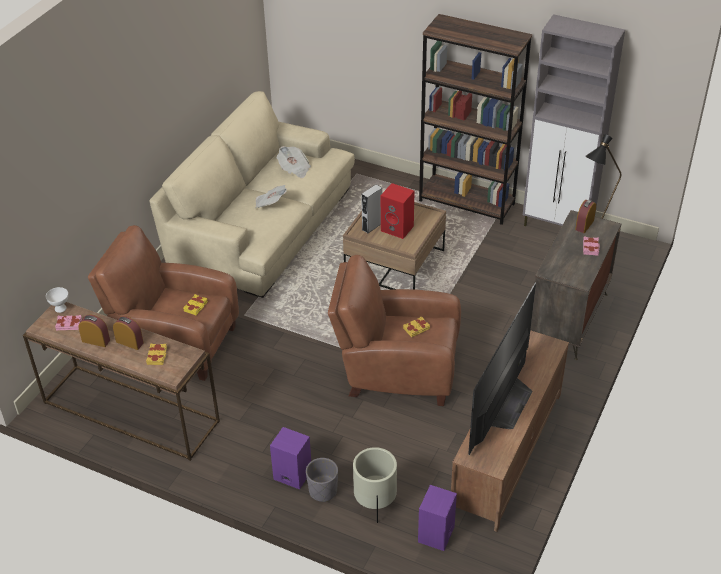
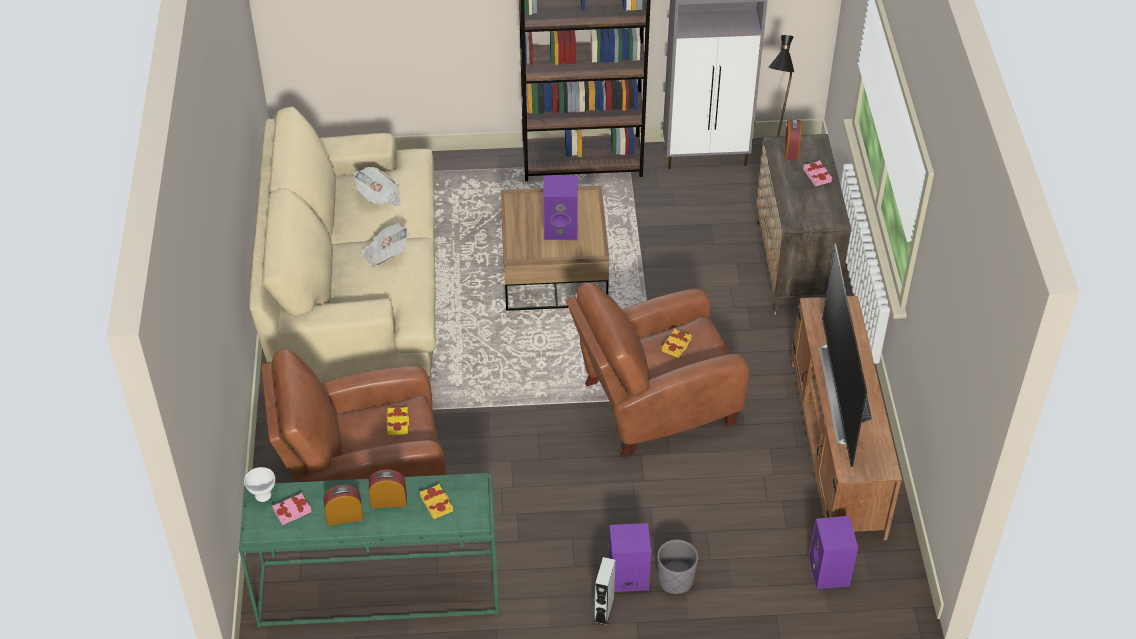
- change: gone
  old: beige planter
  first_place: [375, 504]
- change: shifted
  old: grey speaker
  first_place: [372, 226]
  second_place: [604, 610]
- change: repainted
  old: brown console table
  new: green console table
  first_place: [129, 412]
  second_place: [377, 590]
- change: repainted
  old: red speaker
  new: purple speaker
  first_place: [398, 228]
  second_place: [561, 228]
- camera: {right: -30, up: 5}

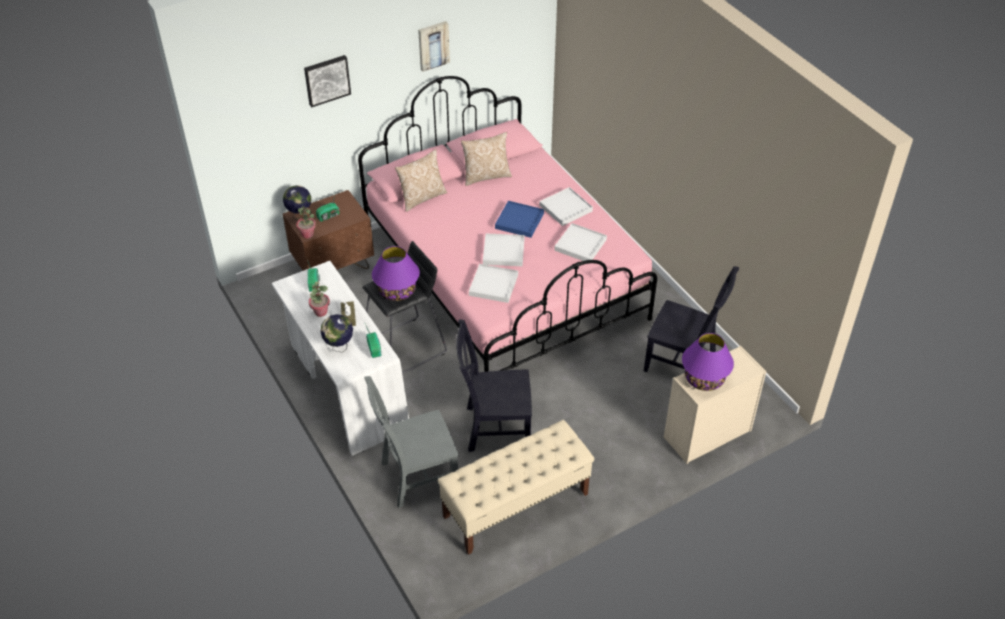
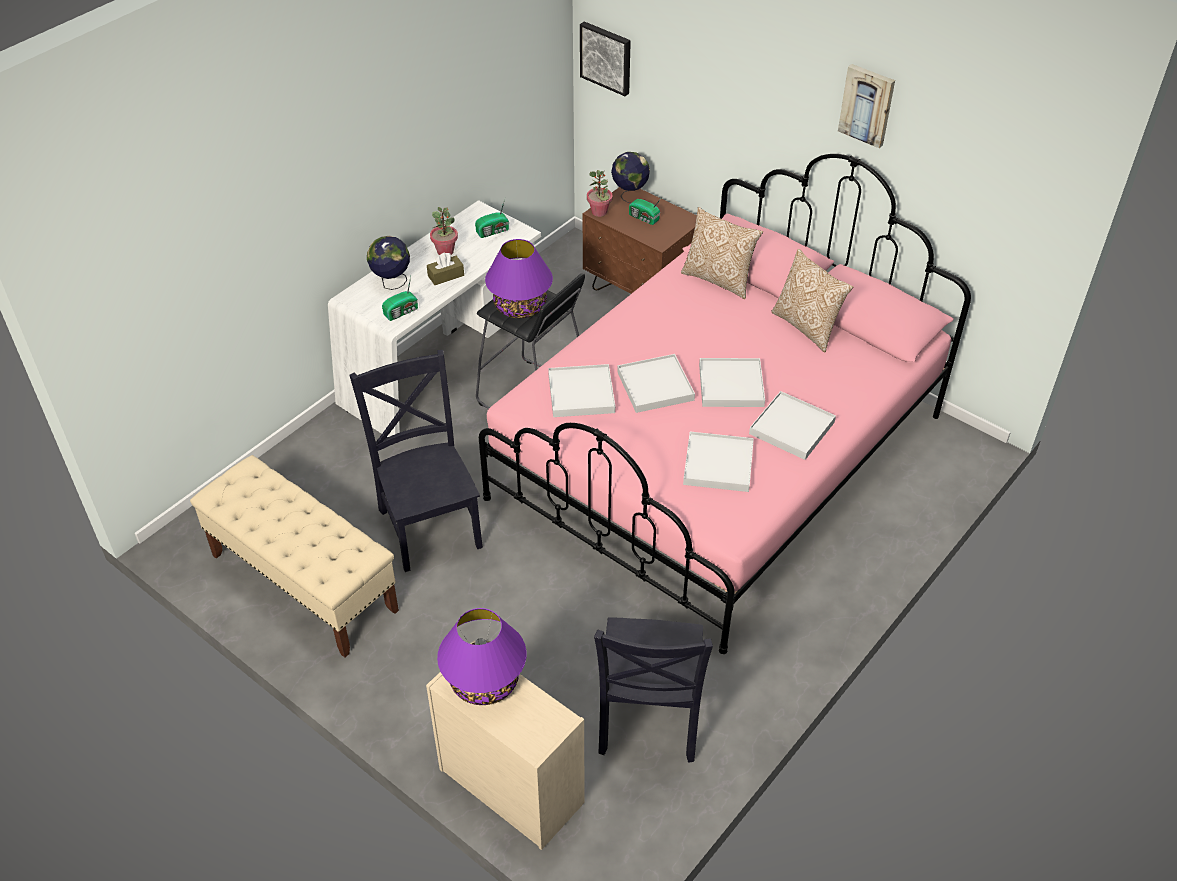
- change: gone
  old: grey chair
  first_place: [416, 476]
- change: shifted
  old: picture
  first_place: [326, 80]
  second_place: [606, 57]
- change: repainted
  old: blue tray
  new: white tray
  first_place: [519, 221]
  second_place: [731, 385]
- camera: {right: 70, up: 0}

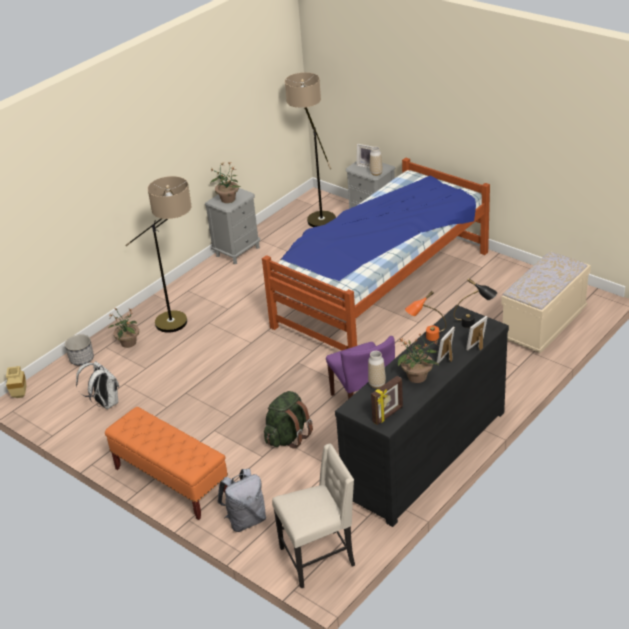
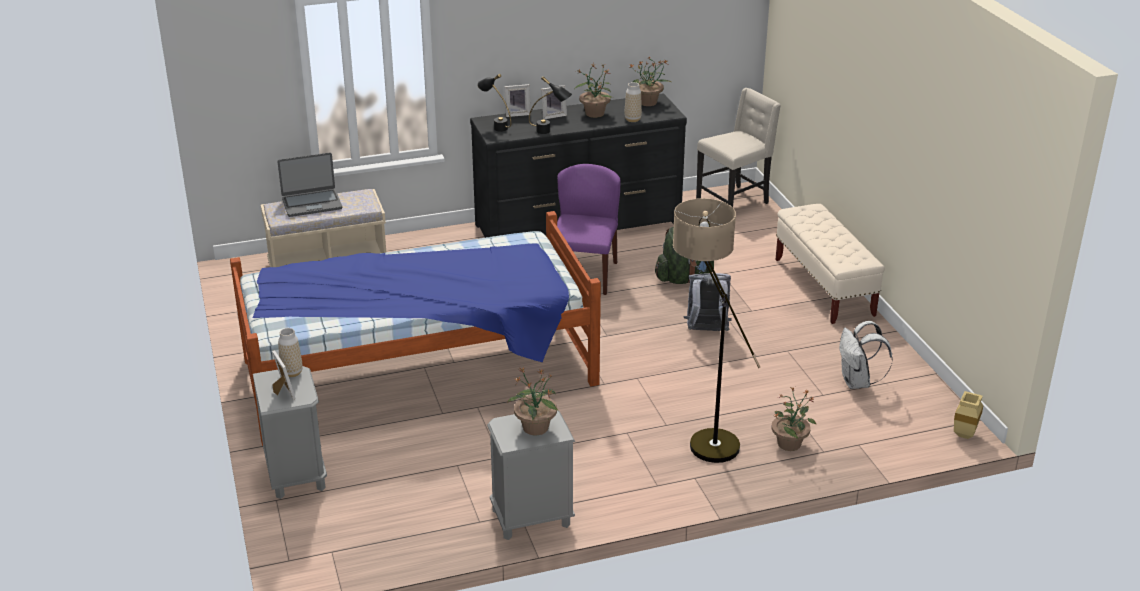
- change: gone
  old: planter
  first_place: [81, 359]
- change: gone
  old: floor lamp
  first_place: [317, 215]
- change: new
  new: laptop
  second_place: [312, 203]
- change: shifted
  old: grey backpack
  first_place: [246, 520]
  second_place: [706, 331]
- change: swapped
  old: picture frame
  new: potted plant
  first_place: [388, 415]
  second_place: [648, 102]
- change: repainted
  old: orange bench
  new: beige bench
  first_place: [171, 481]
  second_place: [824, 287]
- change: repainted
  old: orange table lamp
  new: black table lamp
  first_place: [426, 338]
  second_place: [550, 132]
- change: rotated
  old: beige chair
  first_place: [319, 557]
  second_place: [734, 201]
  degrees: 135
- camera: {right: -150, up: -5}

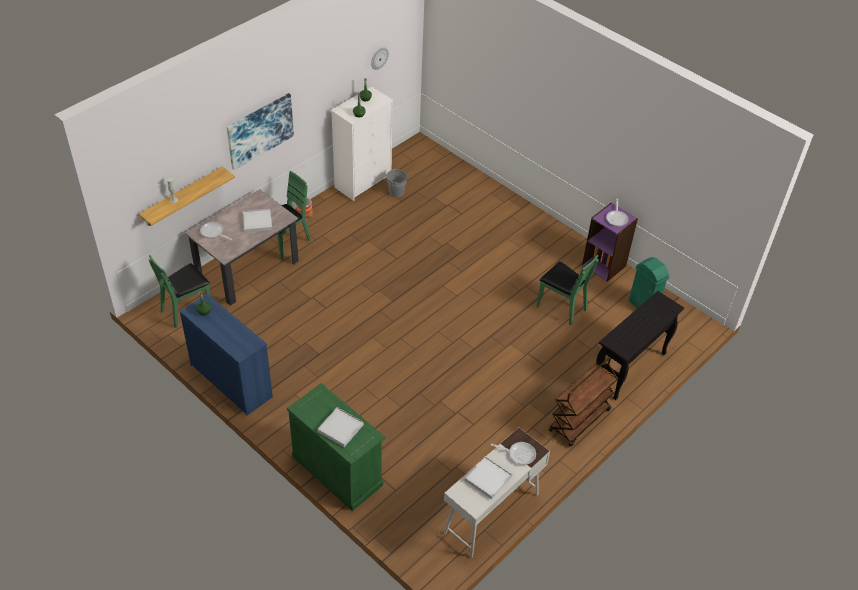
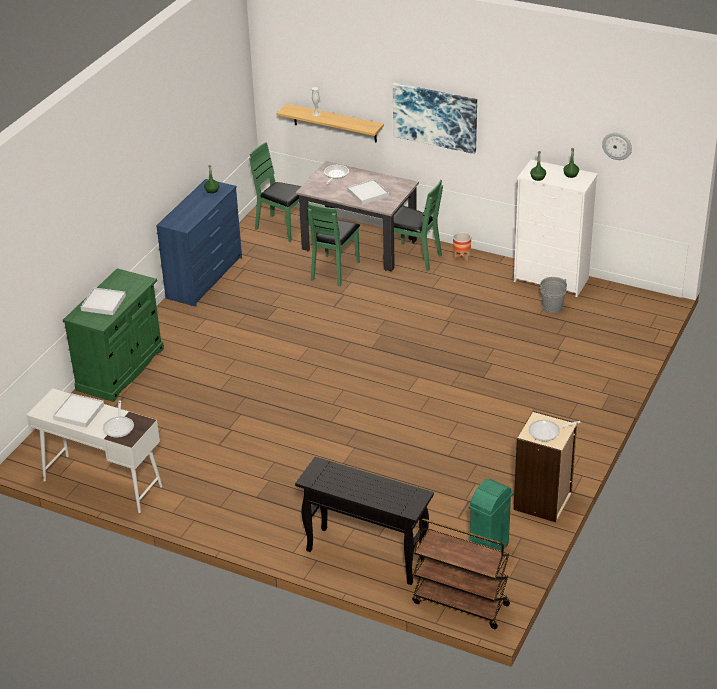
- change: shifted
  old: green chair
  first_place: [561, 307]
  second_place: [334, 270]
- change: shifted
  old: brown cart
  first_place: [579, 421]
  second_place: [459, 604]
- change: repainted
  old: purple bookcase
  new: beige bookcase
  first_place: [604, 265]
  second_place: [543, 501]
- camera: {right: 75, up: -10}

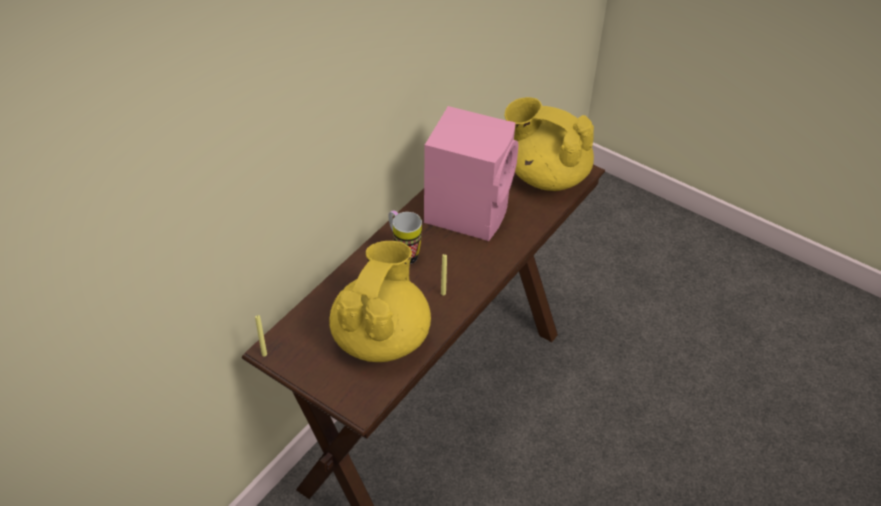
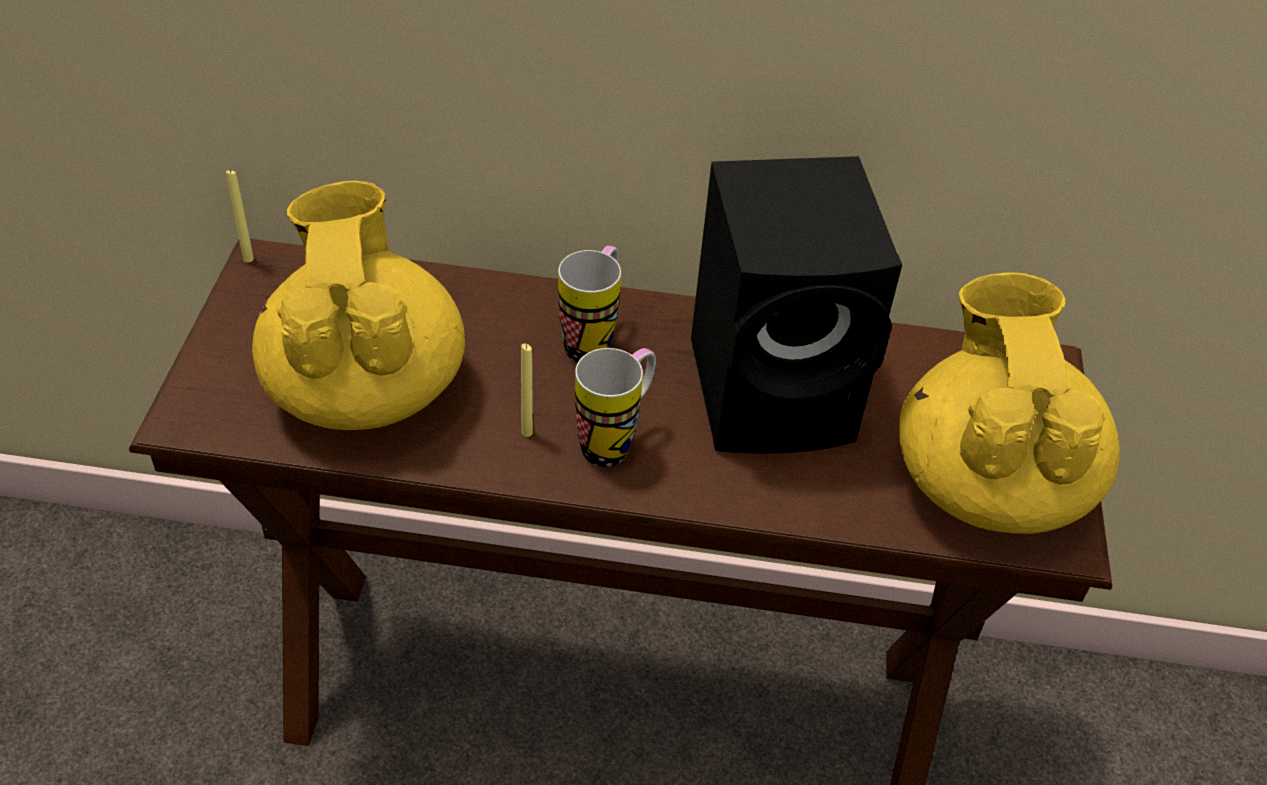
- change: new
  new: mug
  second_place: [616, 441]
- change: repainted
  old: pink speaker
  new: black speaker
  first_place: [468, 210]
  second_place: [778, 392]
- change: rotated
  old: yellow teapot
  first_place: [381, 337]
  second_place: [365, 385]
  degrees: -90
- camera: {right: 60, up: 0}

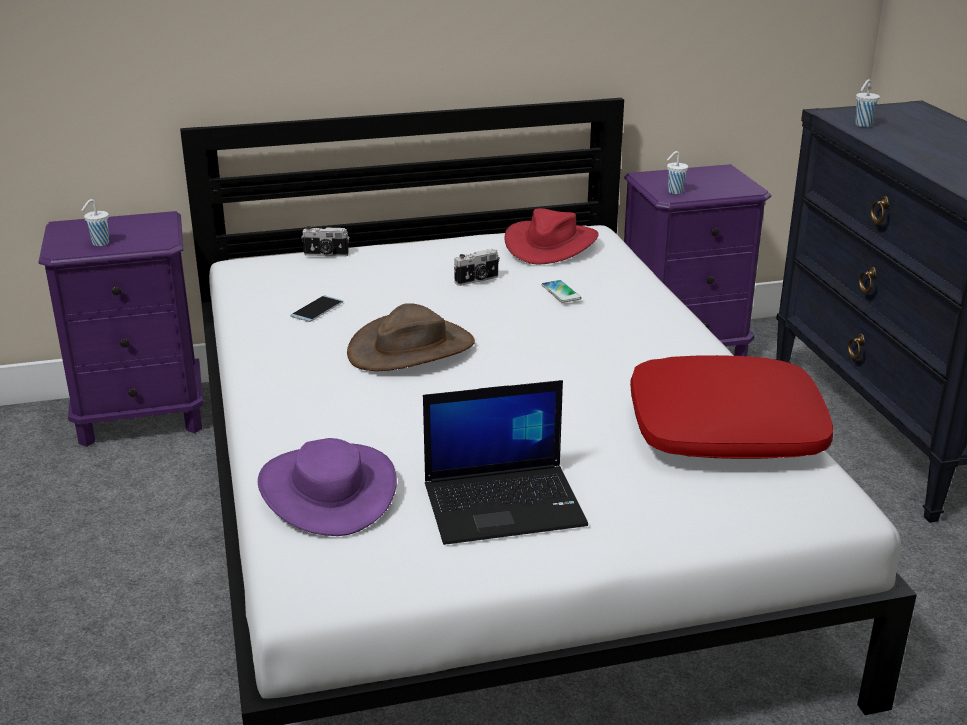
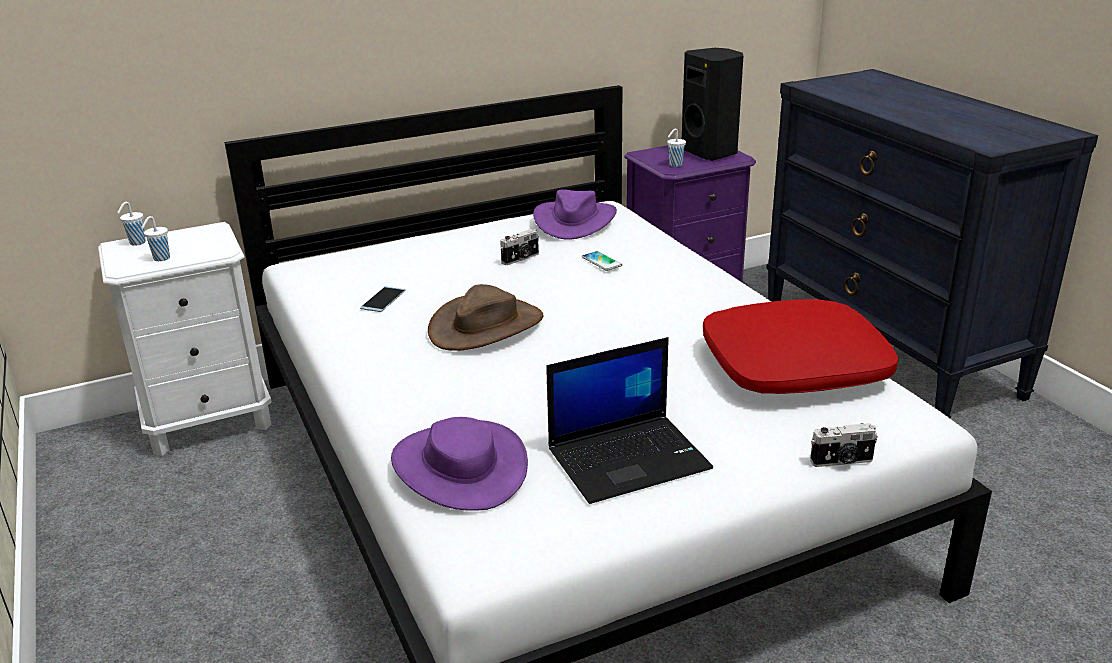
- change: new
  new: black speaker
  second_place: [711, 152]
- change: shifted
  old: photo camera
  first_place: [326, 254]
  second_place: [842, 461]
- change: shifted
  old: white cup
  first_place: [862, 125]
  second_place: [136, 243]
- change: repainted
  old: purple nightstand
  new: white nightstand
  first_place: [141, 417]
  second_place: [208, 421]
- change: repainted
  old: red hat
  new: purple hat
  first_place: [550, 244]
  second_place: [574, 221]
- camera: {right: -10, up: 0}

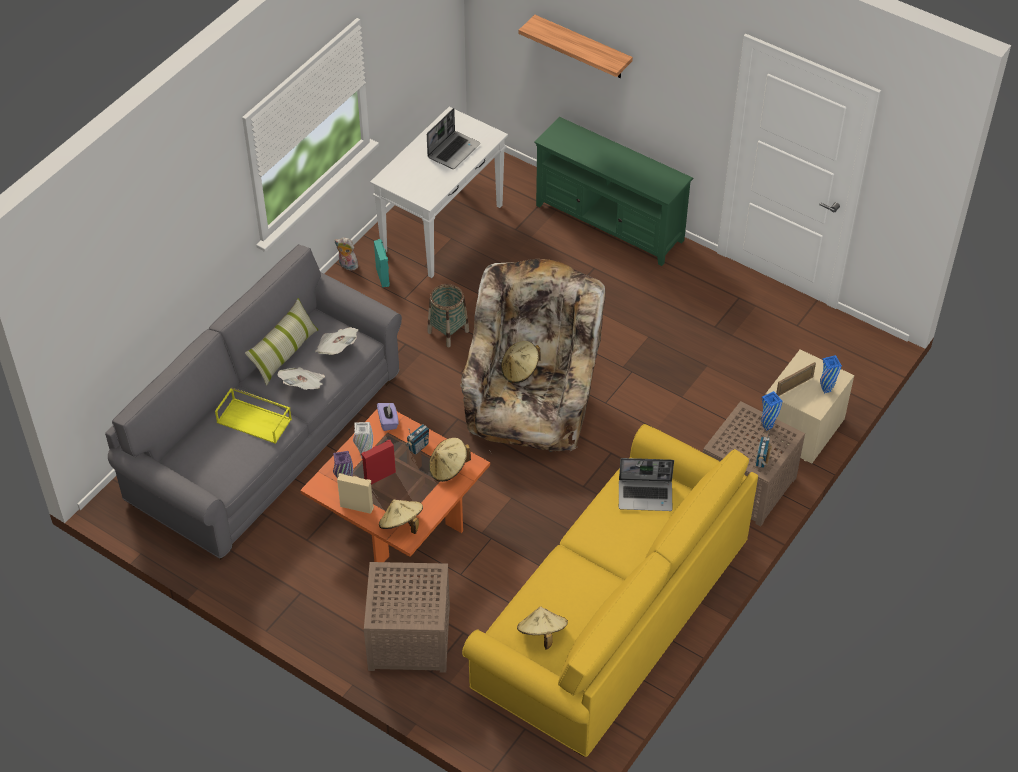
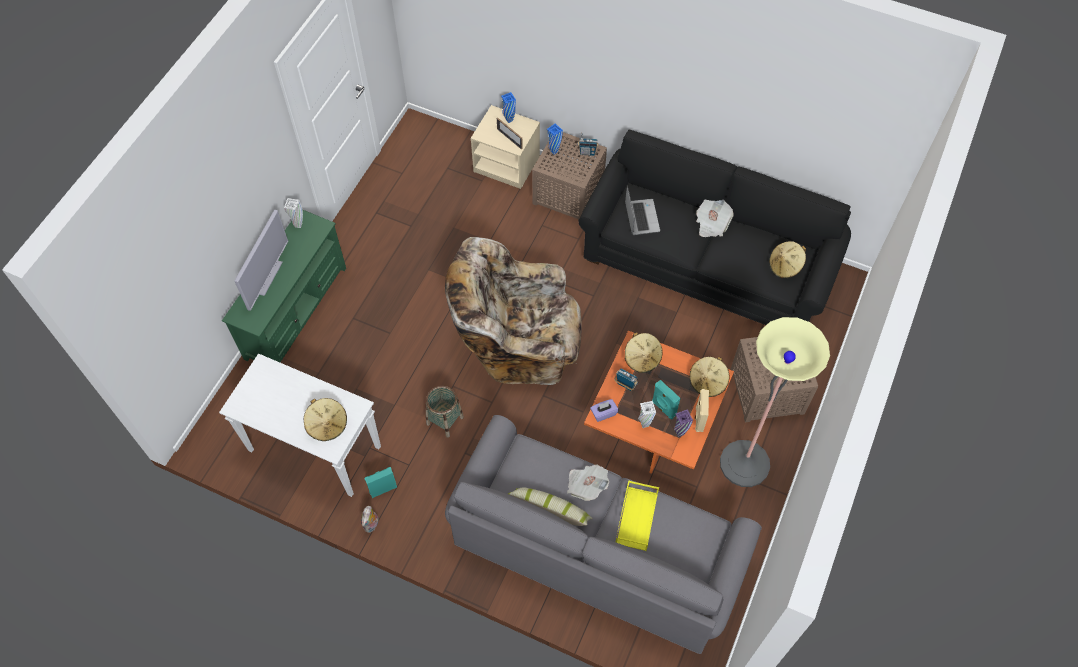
- change: gone
  old: laptop
  first_place: [453, 150]
- change: gone
  old: shelf
  first_place: [582, 48]
- change: new
  new: television
  second_place: [266, 276]
- change: new
  new: white vase
  second_place: [298, 225]
- change: new
  new: floor lamp
  second_place: [744, 464]
- change: shifted
  old: newspaper
  first_place: [337, 348]
  second_place: [711, 224]
- change: shifted
  old: beige hat
  first_place: [520, 371]
  second_place: [327, 425]
- change: repainted
  old: red speaker
  new: turquoise speaker
  first_place: [379, 475]
  second_place: [663, 409]
- change: repainted
  old: yellow sofa
  new: black sofa
  first_place: [612, 616]
  second_place: [707, 262]
- camera: {right: -100, up: 10}

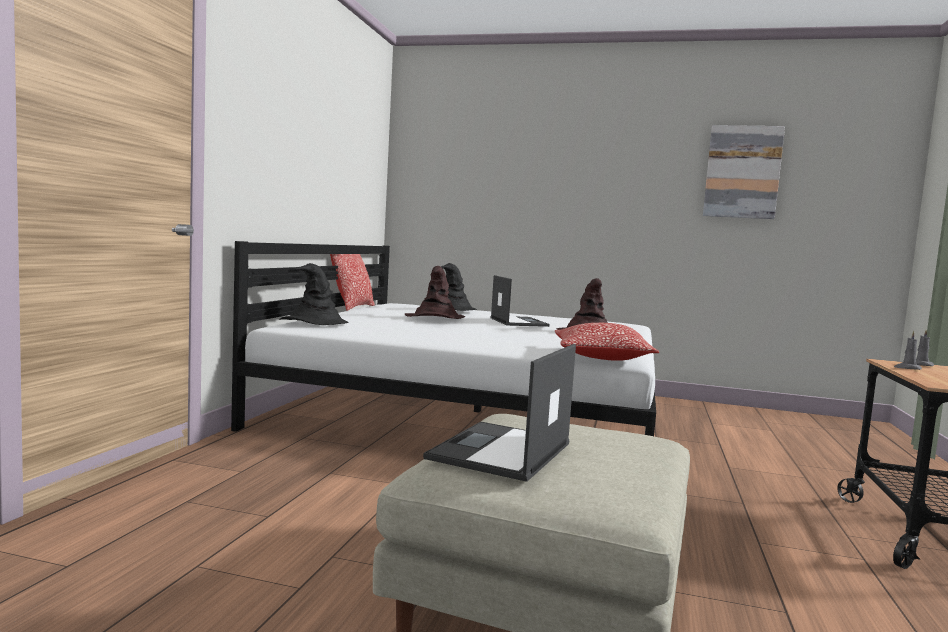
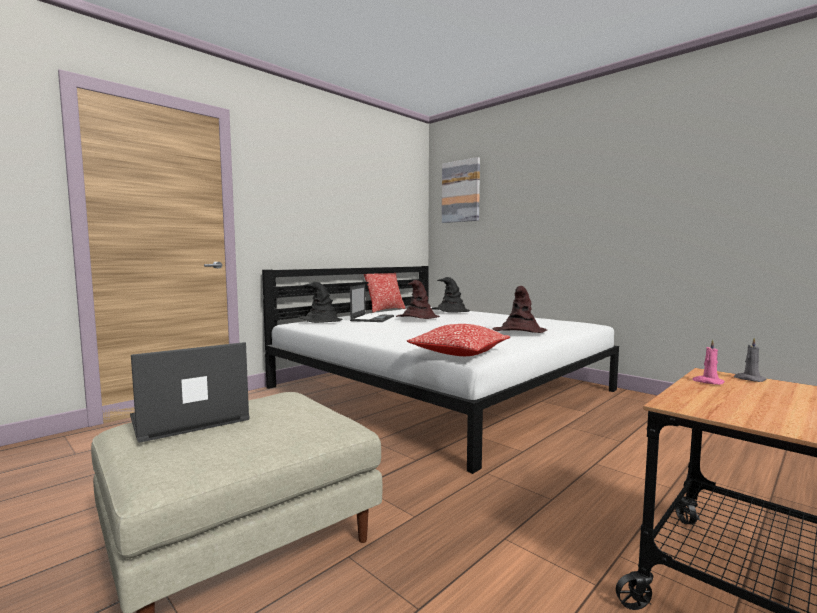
- change: shifted
  old: laptop
  first_place: [518, 322]
  second_place: [372, 318]
- change: shifted
  old: picture
  first_place: [742, 172]
  second_place: [461, 191]
- change: repainted
  old: grey candle
  new: pink candle
  first_place: [907, 368]
  second_place: [707, 382]
- camera: {right: 30, up: 0}

